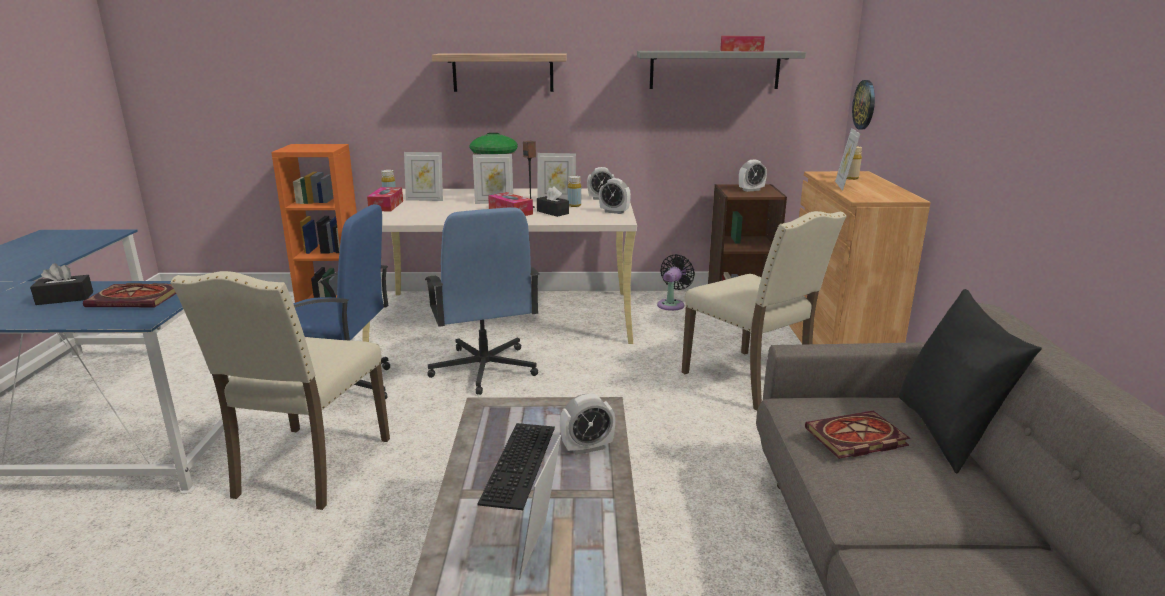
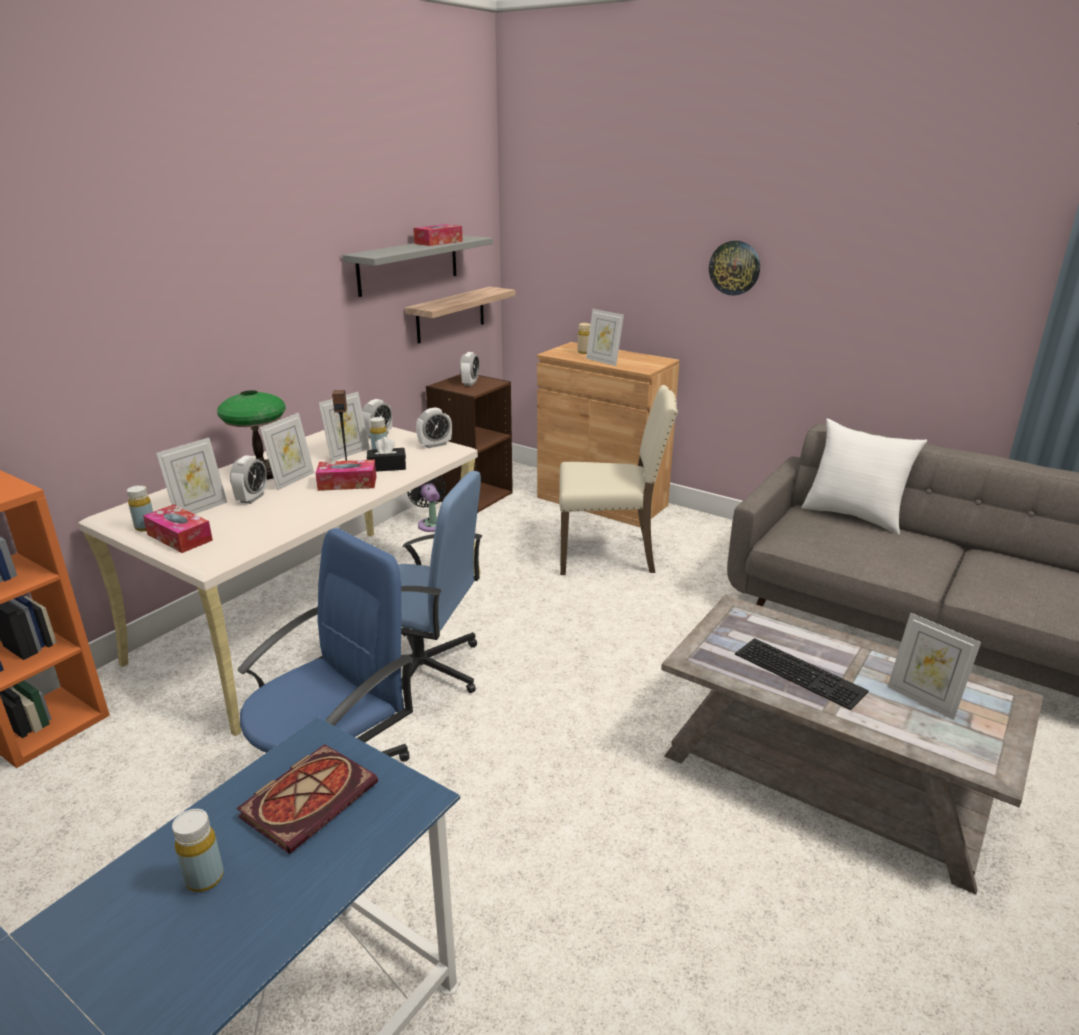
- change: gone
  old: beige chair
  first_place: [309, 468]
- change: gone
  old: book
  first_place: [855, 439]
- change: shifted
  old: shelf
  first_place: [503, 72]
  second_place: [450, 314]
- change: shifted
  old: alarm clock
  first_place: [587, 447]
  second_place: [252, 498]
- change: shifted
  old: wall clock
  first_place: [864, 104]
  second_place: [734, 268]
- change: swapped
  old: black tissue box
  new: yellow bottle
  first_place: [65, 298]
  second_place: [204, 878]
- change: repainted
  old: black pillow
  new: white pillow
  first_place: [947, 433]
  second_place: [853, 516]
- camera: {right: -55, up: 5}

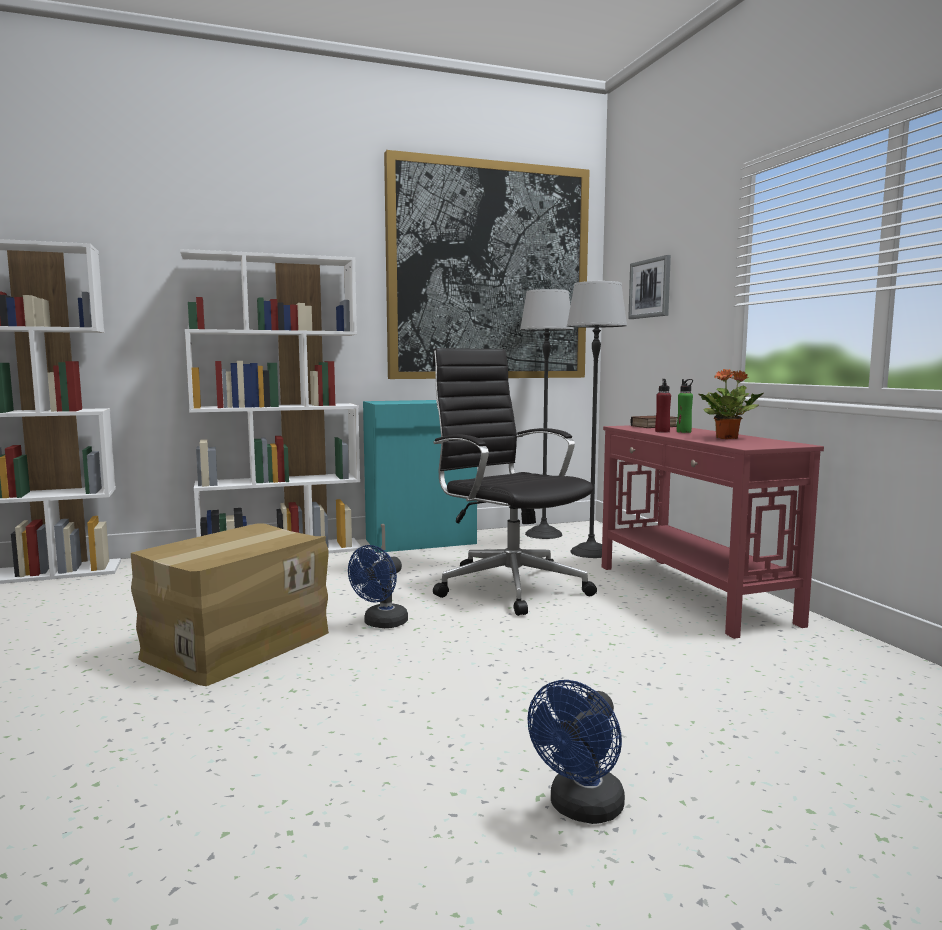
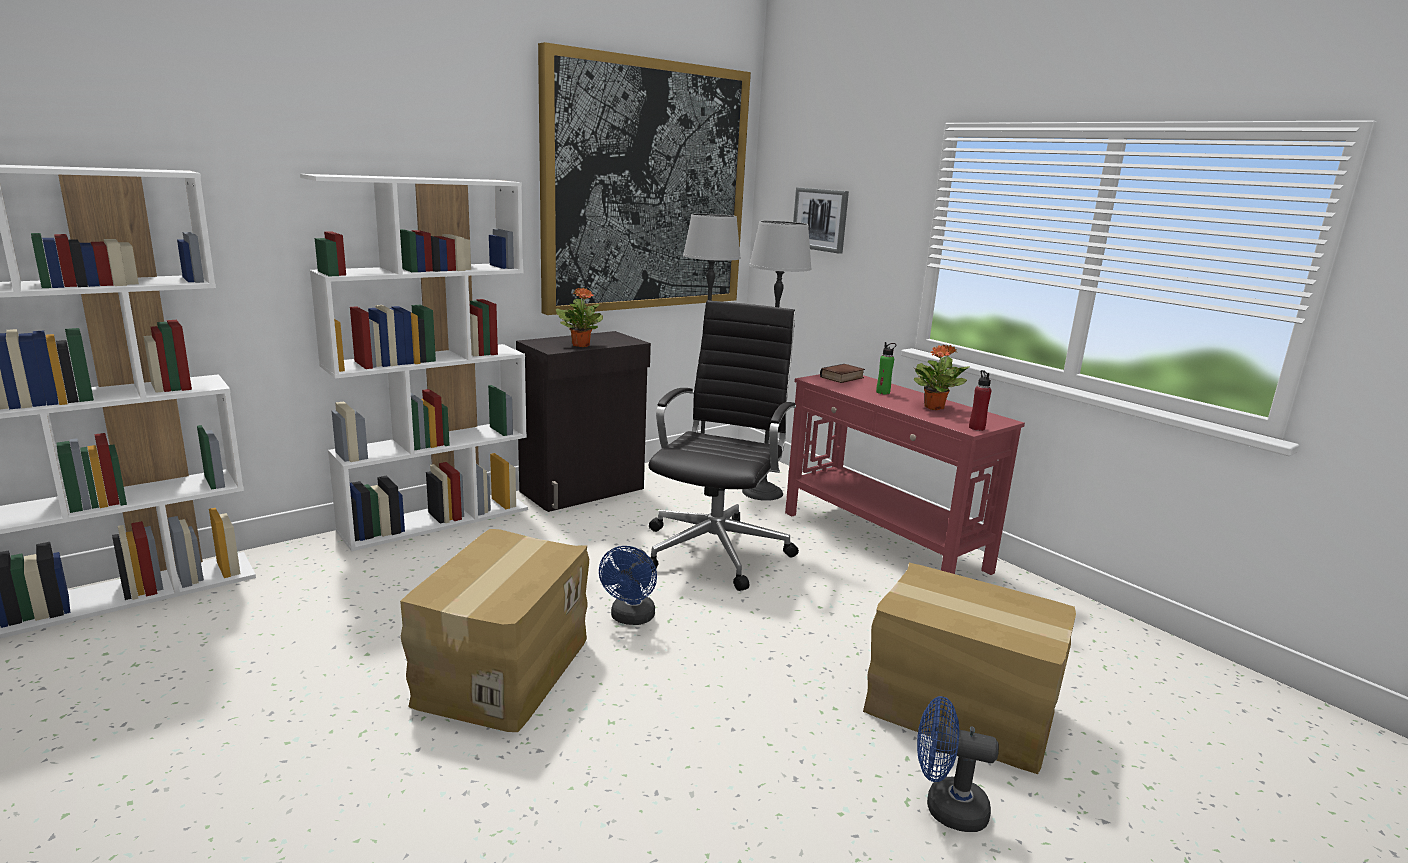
- change: new
  new: potted plant
  second_place: [581, 345]
- change: new
  new: cardboard box
  second_place: [958, 709]
- change: shifted
  old: red bottle
  first_place: [662, 431]
  second_place: [976, 428]
- change: repainted
  old: turquoise cabinet
  new: black cabinet
  first_place: [422, 542]
  second_place: [584, 490]
- change: rotated
  old: black office chair
  first_place: [509, 586]
  second_place: [717, 549]
  degrees: 75
- change: rotated
  old: blue fan
  first_place: [581, 809]
  second_place: [945, 807]
  degrees: 90
- camera: {right: -20, up: 10}

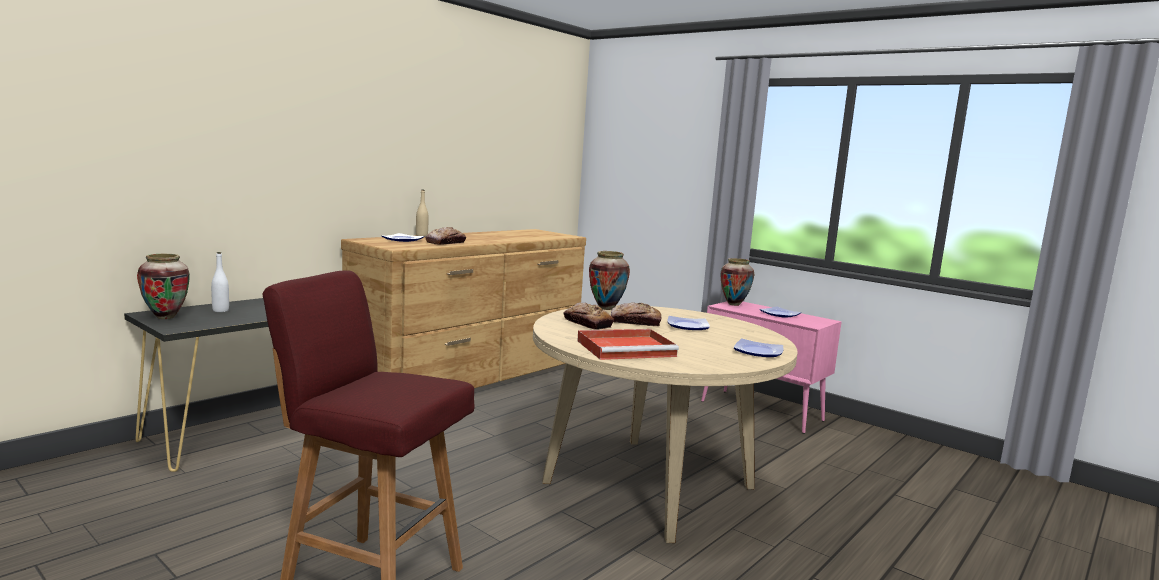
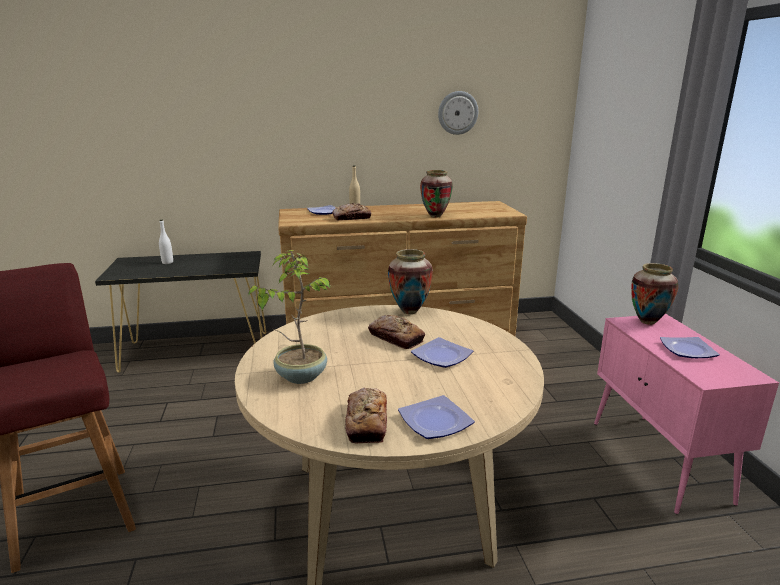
- change: new
  new: wall clock
  second_place: [457, 113]
- change: shifted
  old: vase
  first_place: [165, 317]
  second_place: [435, 216]
- change: shifted
  old: bread
  first_place: [587, 323]
  second_place: [366, 421]
- change: swapped
  old: red tray
  new: potted plant
  first_place: [627, 348]
  second_place: [300, 376]
- camera: {right: 40, up: 10}

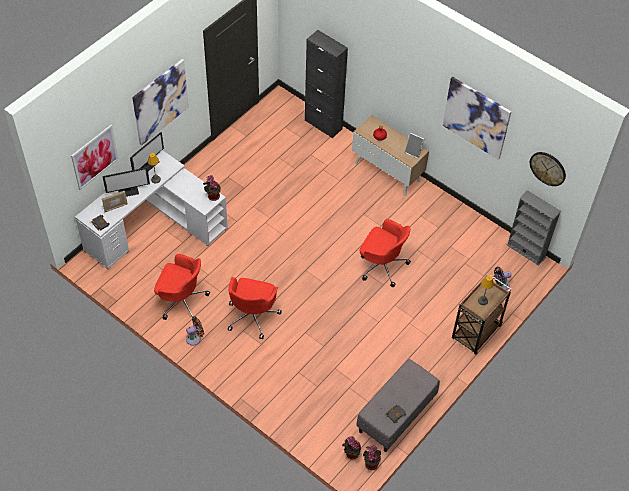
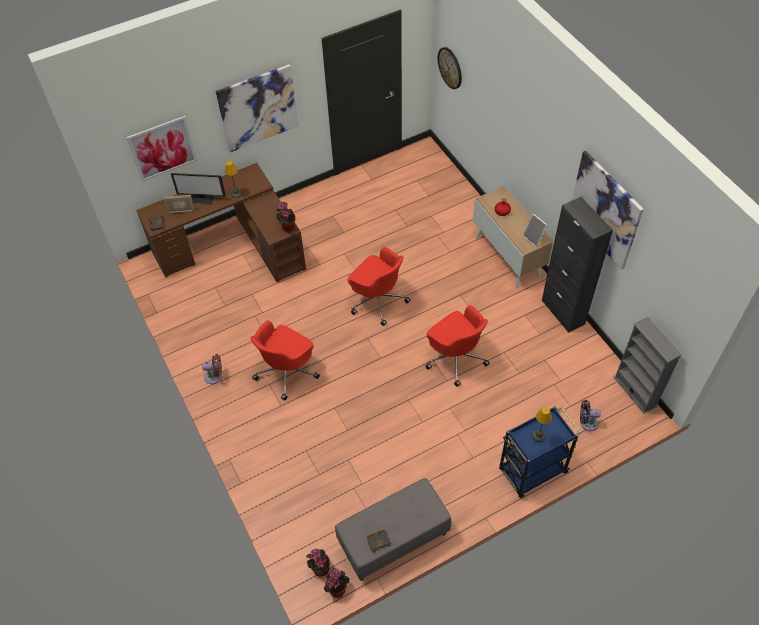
- change: gone
  old: monitor
  first_place: [148, 164]
- change: shifted
  old: red office chair
  first_place: [181, 300]
  second_place: [377, 300]
- change: shifted
  old: black cabinet
  first_place: [323, 124]
  second_place: [563, 312]
- change: shifted
  old: wall clock
  first_place: [548, 168]
  second_place: [450, 68]
- change: repainted
  old: white desk
  new: brown desk
  first_place: [155, 224]
  second_place: [235, 244]
- change: repainted
  old: brown cart
  new: blue cart
  first_place: [475, 333]
  second_place: [531, 472]
- camera: {right: 25, up: 0}

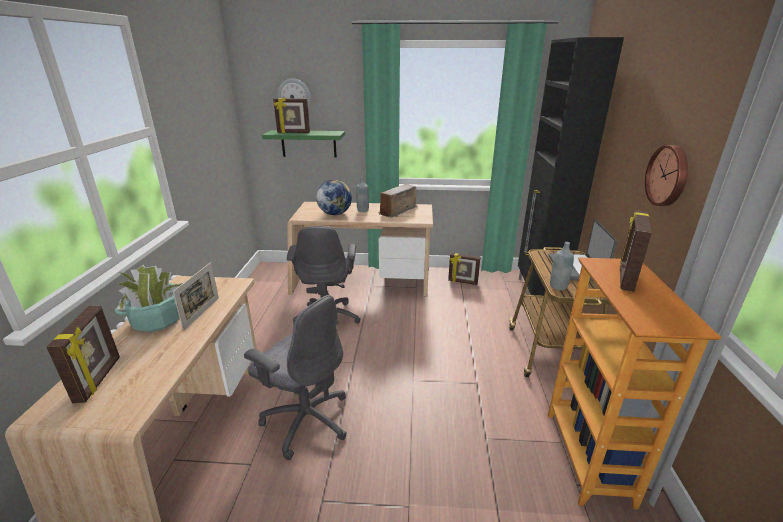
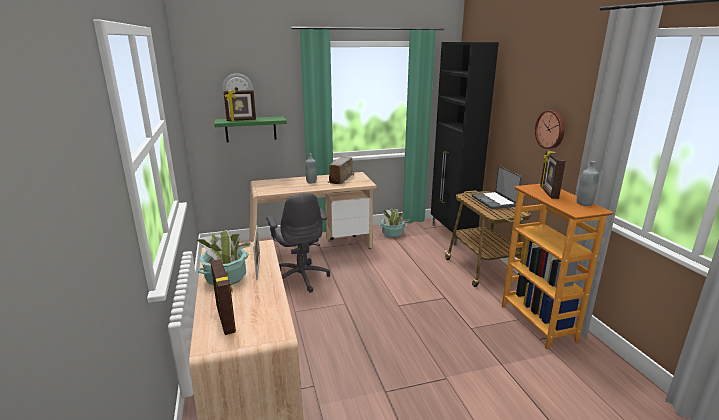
- change: gone
  old: grey office chair
  first_place: [306, 419]
- change: gone
  old: globe
  first_place: [335, 214]
- change: shifted
  old: grey bottle
  first_place: [558, 286]
  second_place: [584, 203]
- change: swapped
  old: picture frame
  new: potted plant
  first_place: [462, 282]
  second_place: [392, 233]
- camera: {right: -20, up: -5}

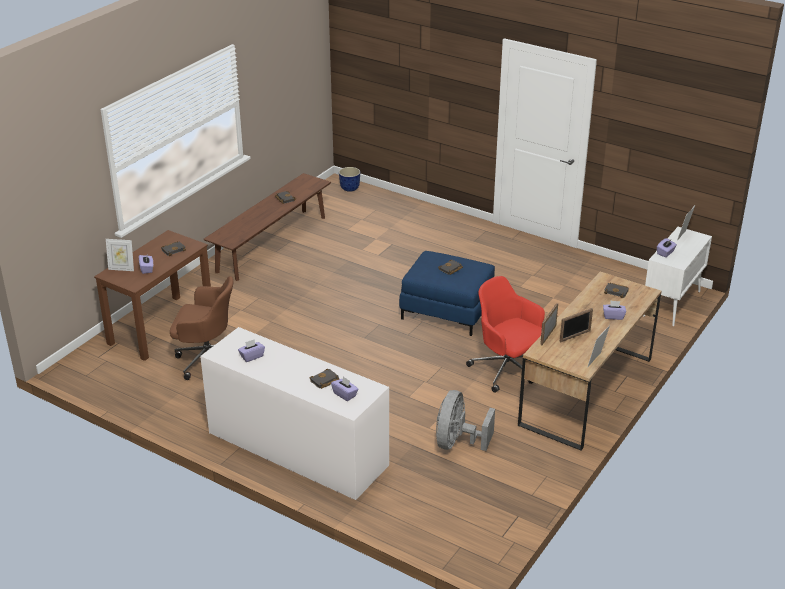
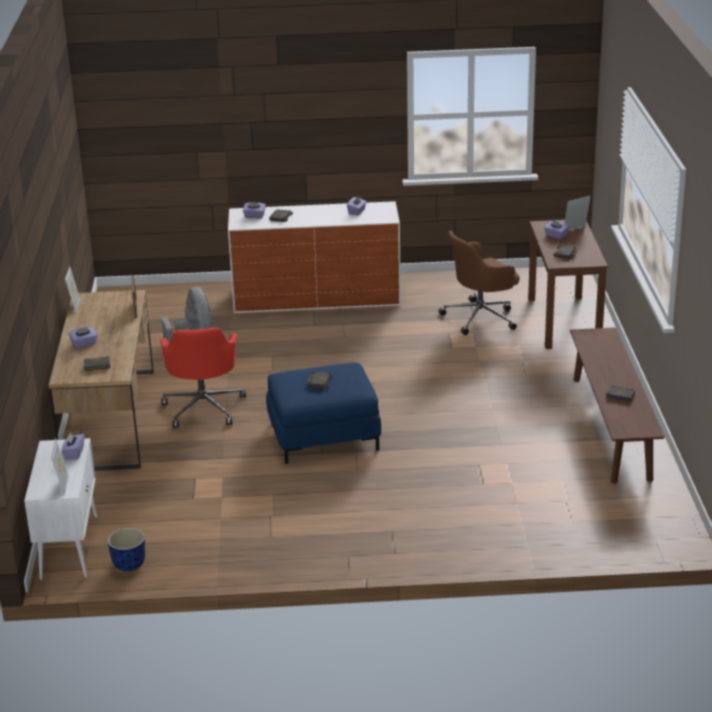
- change: gone
  old: picture frame
  first_place: [575, 336]
- change: shifted
  old: planter
  first_place: [350, 189]
  second_place: [128, 565]
- change: rotated
  old: red office chair
  first_place: [507, 369]
  second_place: [204, 408]
  degrees: 75
- camera: {right: 145, up: -5}

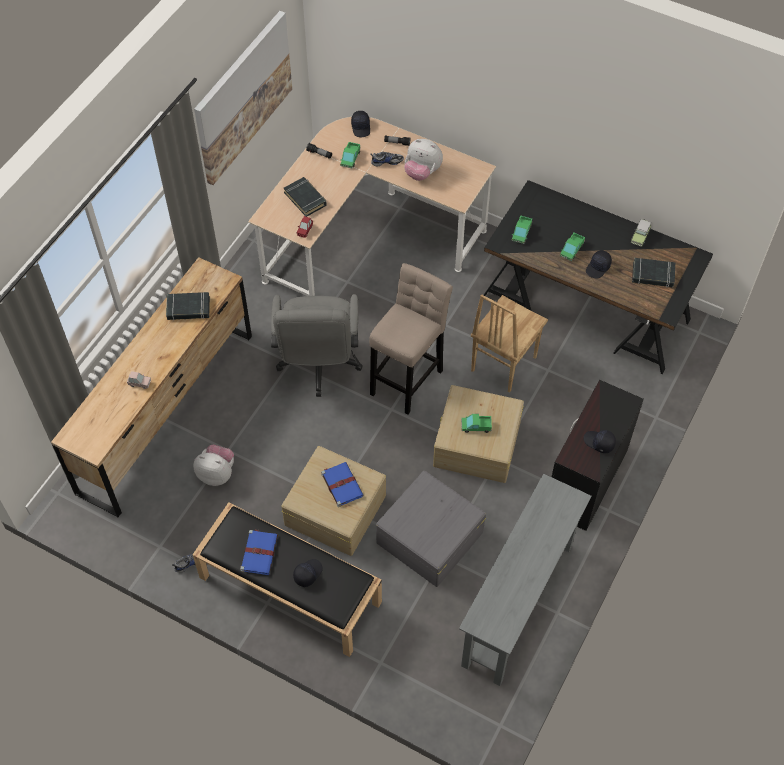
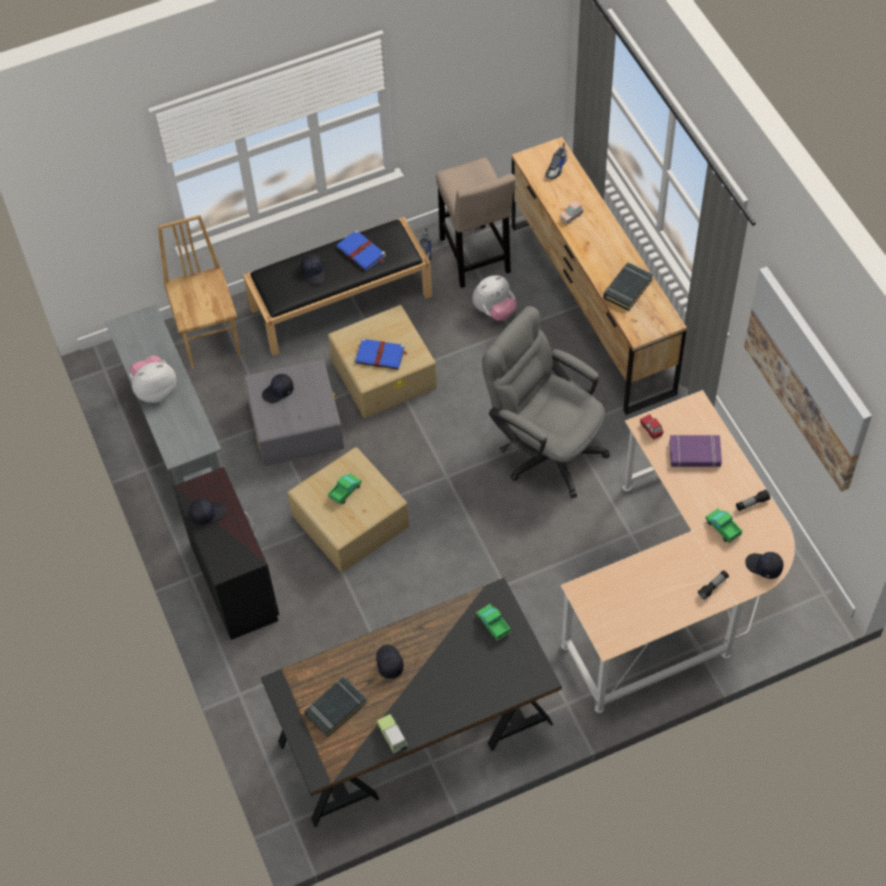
- change: gone
  old: toy truck
  first_place: [571, 250]
- change: new
  new: black cap
  second_place: [278, 392]
- change: shifted
  old: beige stool
  first_place: [408, 378]
  second_place: [475, 259]
- change: shifted
  old: shoe
  first_place: [387, 161]
  second_place: [556, 167]
- change: shifted
  old: plush toy
  first_place: [422, 172]
  second_place: [155, 390]
- change: shifted
  old: brown chair
  first_place: [502, 363]
  second_place: [210, 339]
- change: repainted
  old: black book
  new: purple book
  first_place: [305, 199]
  second_place: [695, 454]
- camera: {right: 130, up: 0}

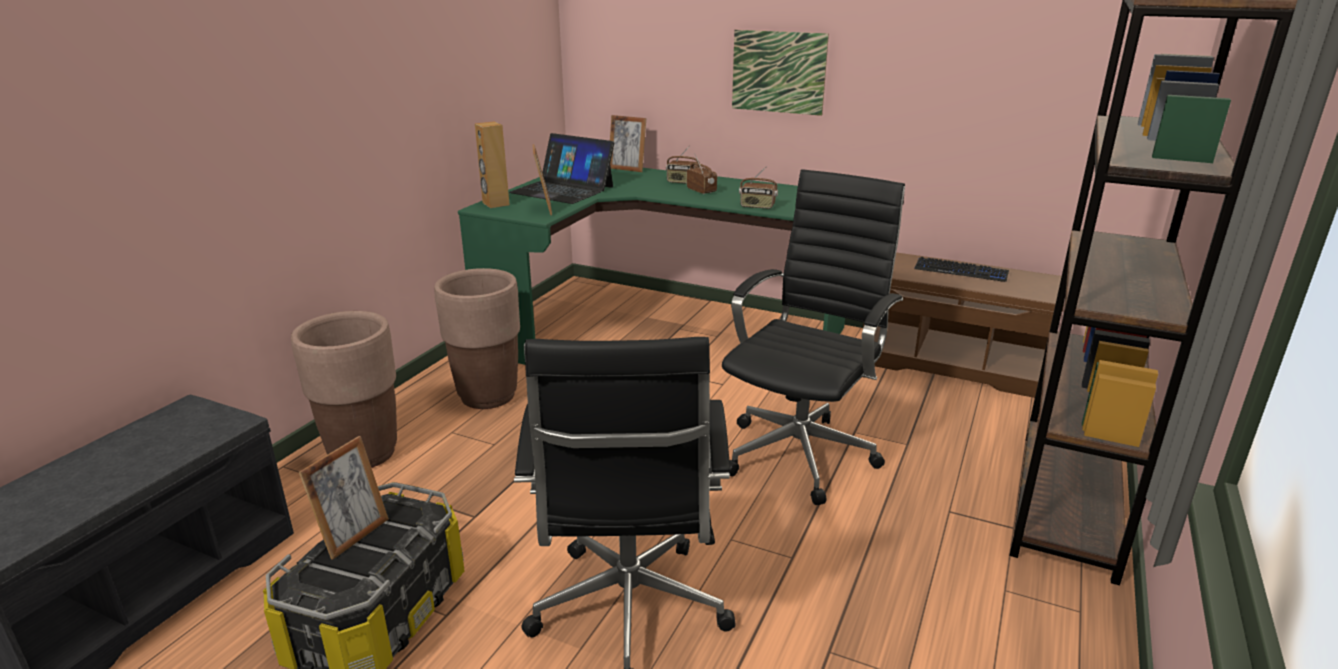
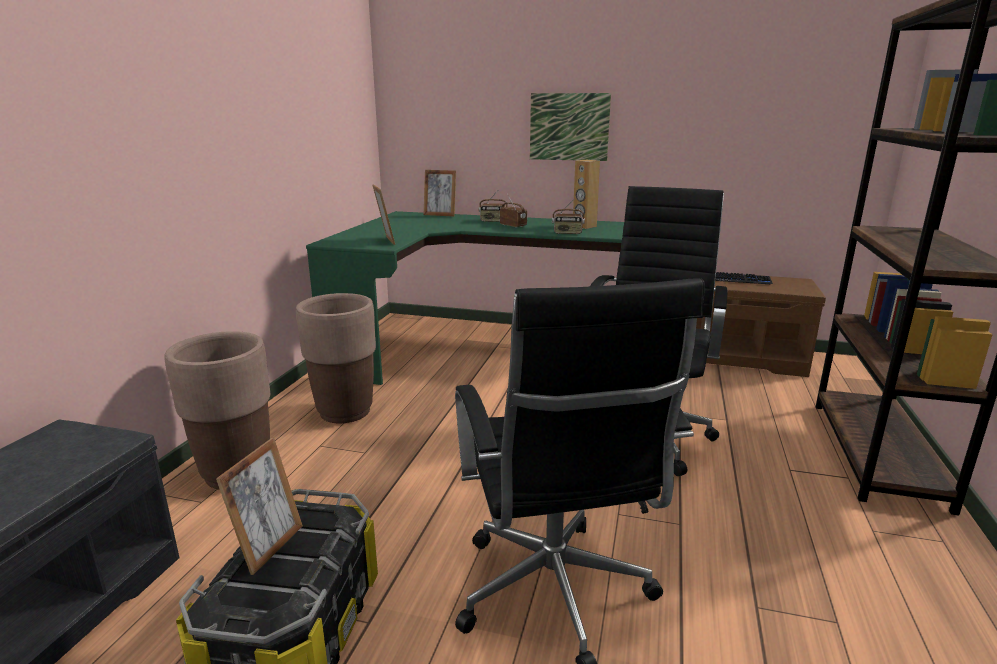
- change: gone
  old: laptop
  first_place: [563, 189]
- change: shifted
  old: brown speaker
  first_place: [495, 204]
  second_place: [584, 226]
- camera: {right: -10, up: -5}

